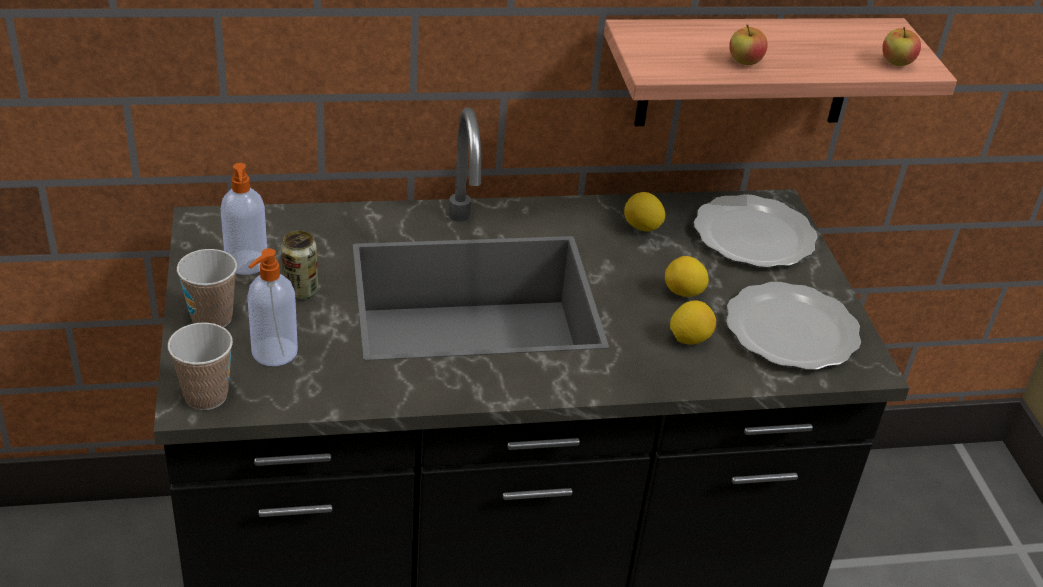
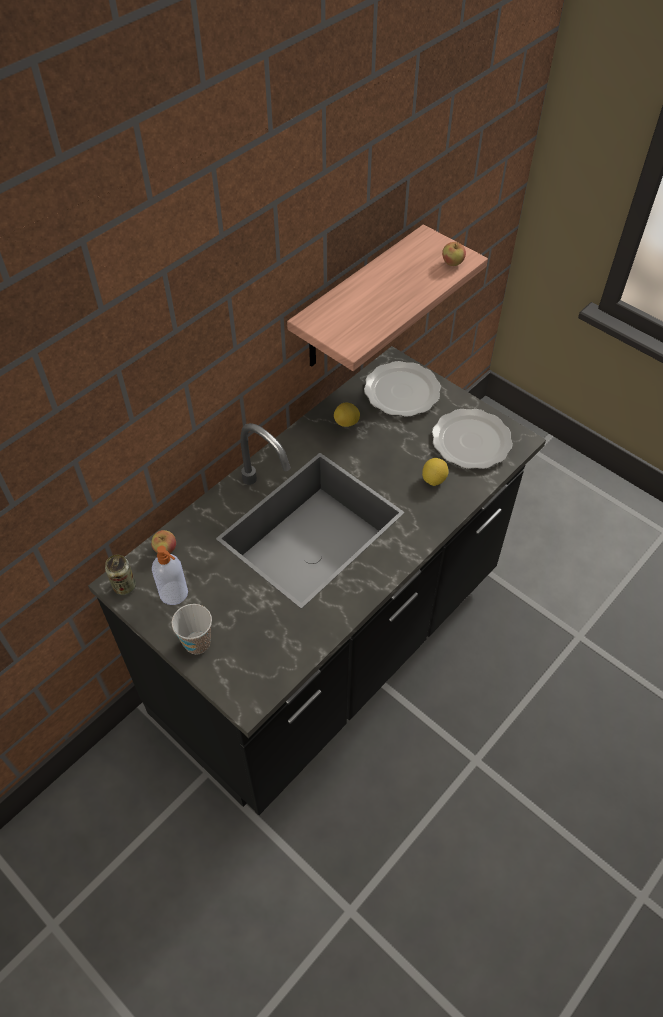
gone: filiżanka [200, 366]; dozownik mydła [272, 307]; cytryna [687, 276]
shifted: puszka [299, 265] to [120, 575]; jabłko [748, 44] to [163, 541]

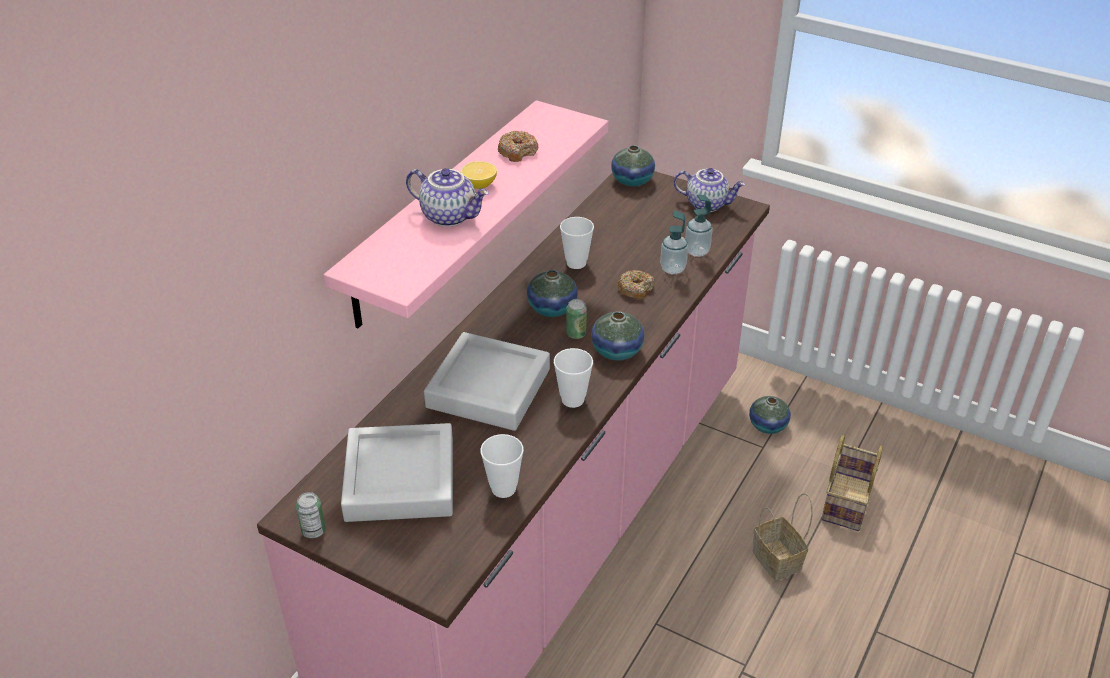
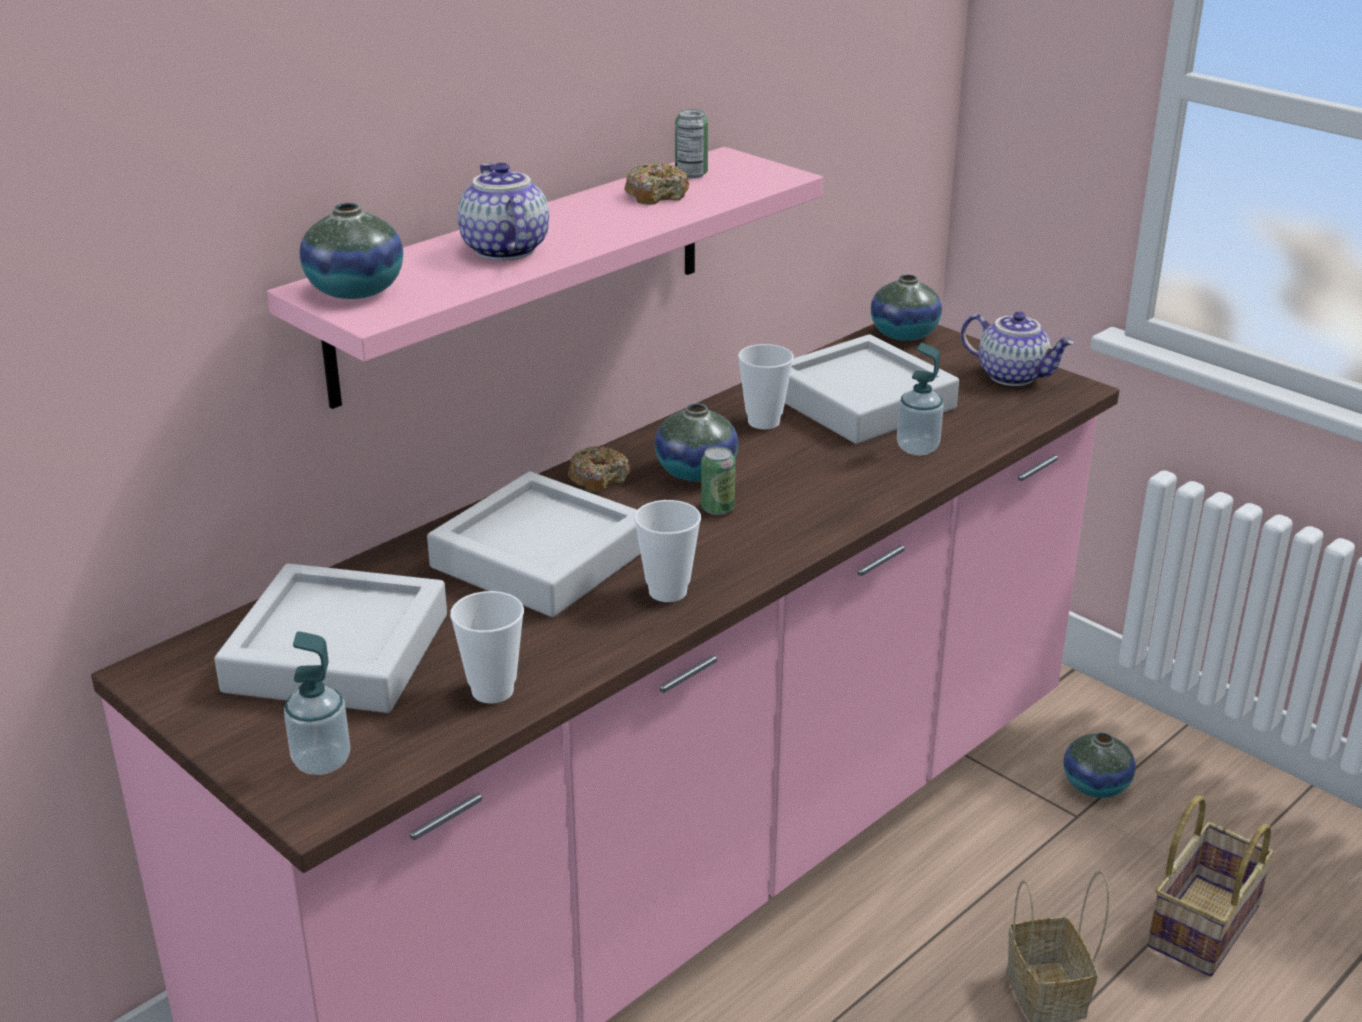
gone: cytryna [479, 175]
new: taca [szary] [872, 389]
shifted: puszka [311, 515] to [691, 143]; wazon [617, 335] to [351, 251]; donut [636, 285] to [599, 469]; dozownik mydła [699, 225] to [317, 703]
rotated: imbryk [447, 197] = [503, 211] 150 degrees counterclockwise

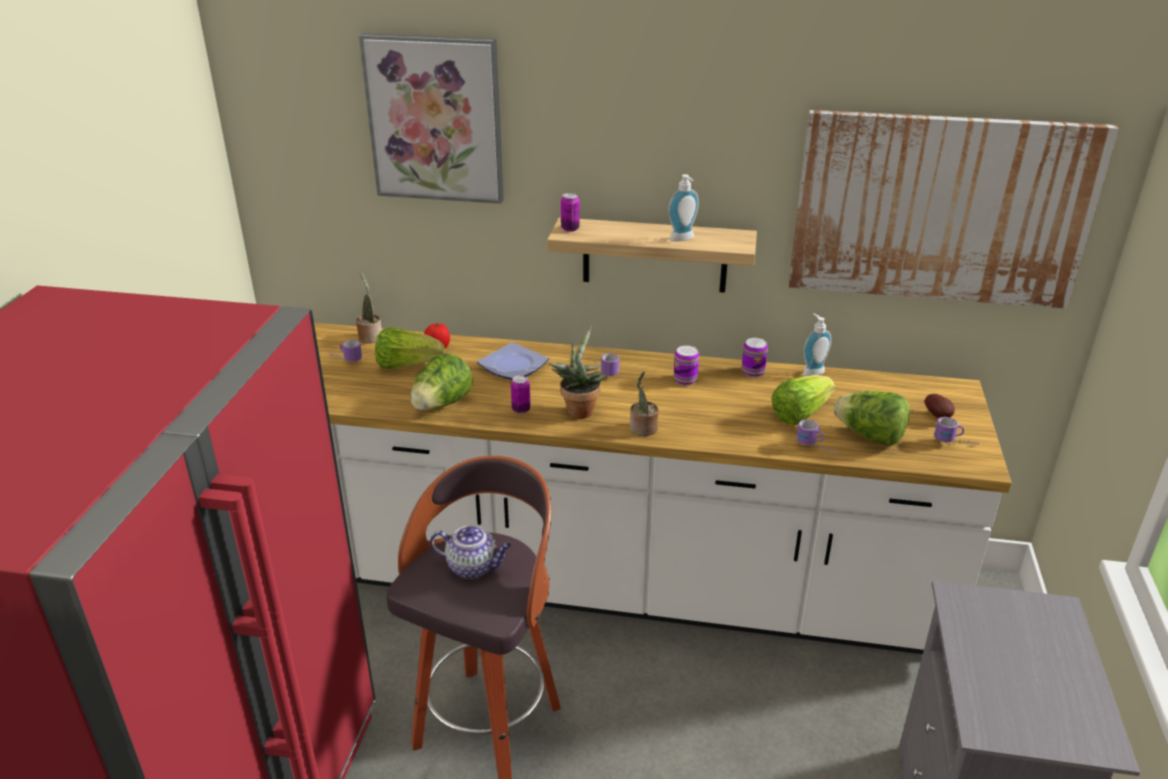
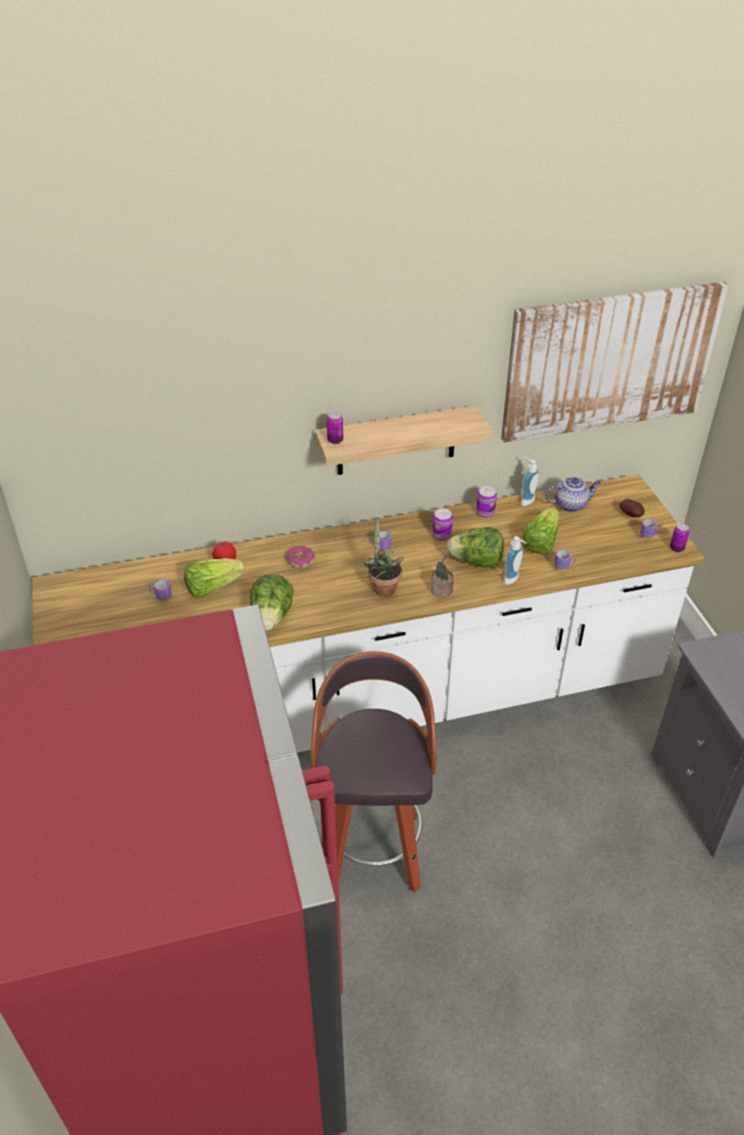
gone: roślina doniczkowa [369, 308]; obraz [431, 118]
shifted: imbryk [470, 552] to [573, 494]; puszka [521, 394] to [680, 537]; dozownik mydła [683, 208] to [515, 560]; sałata [872, 418] to [475, 547]
swapped: talerz [513, 361] to donut [300, 556]

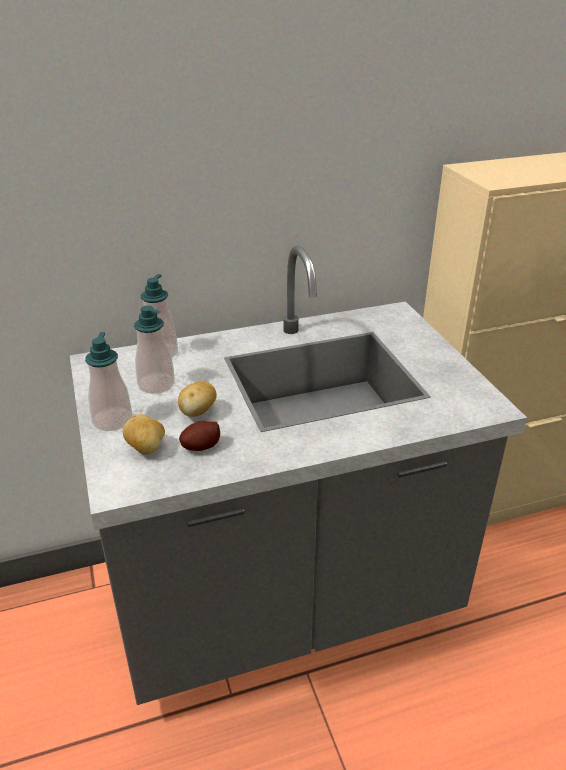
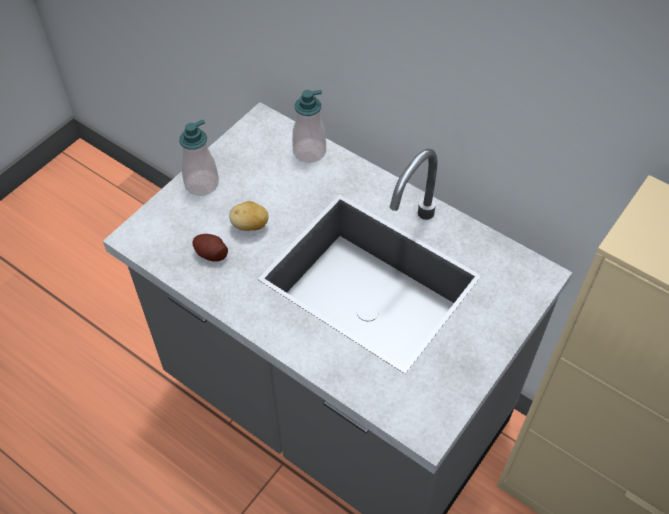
gone: ziemniak [144, 434]; dozownik mydła [154, 349]

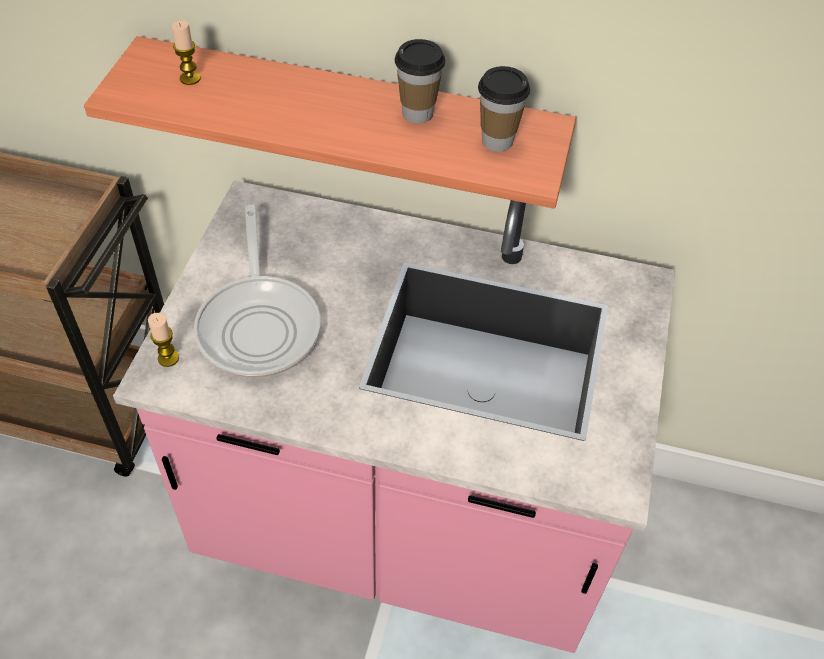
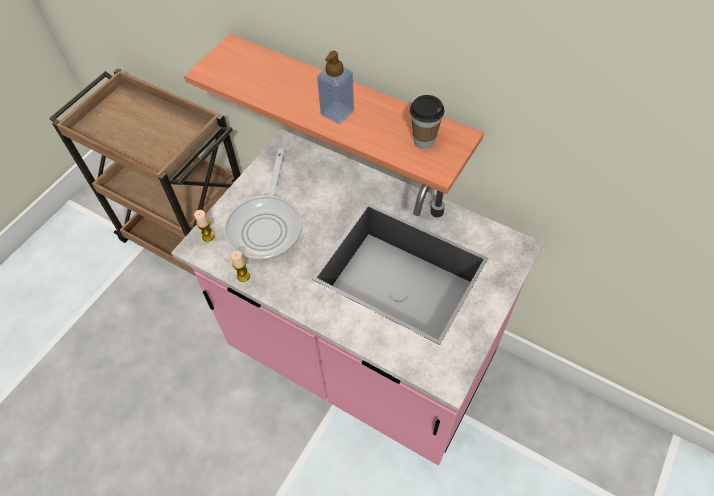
gone: filiżanka [420, 81]
new: dozownik mydła [335, 87]
shifted: świeca [186, 52] to [240, 266]

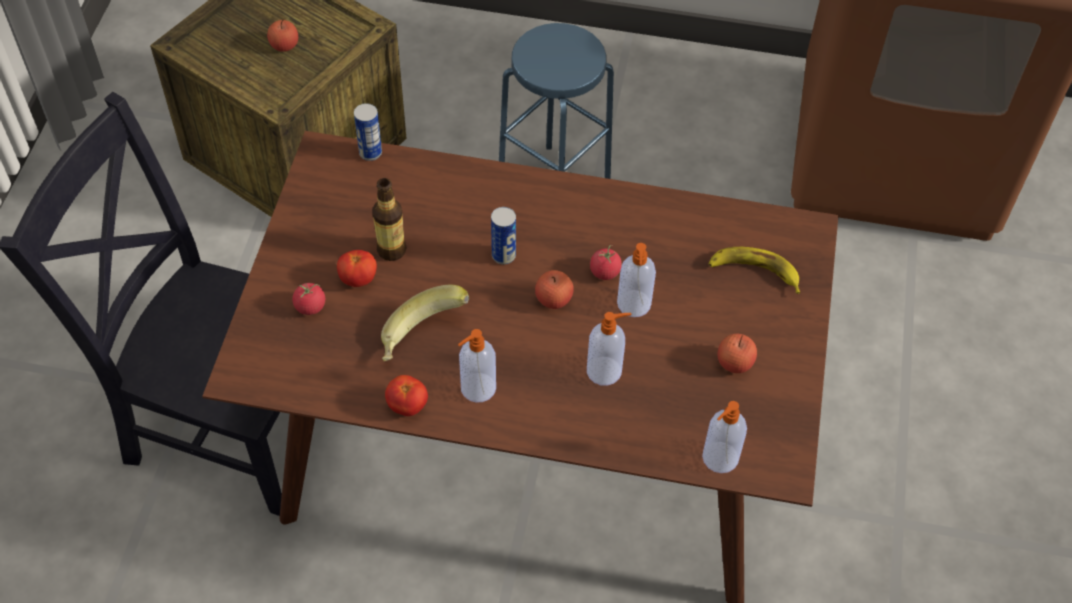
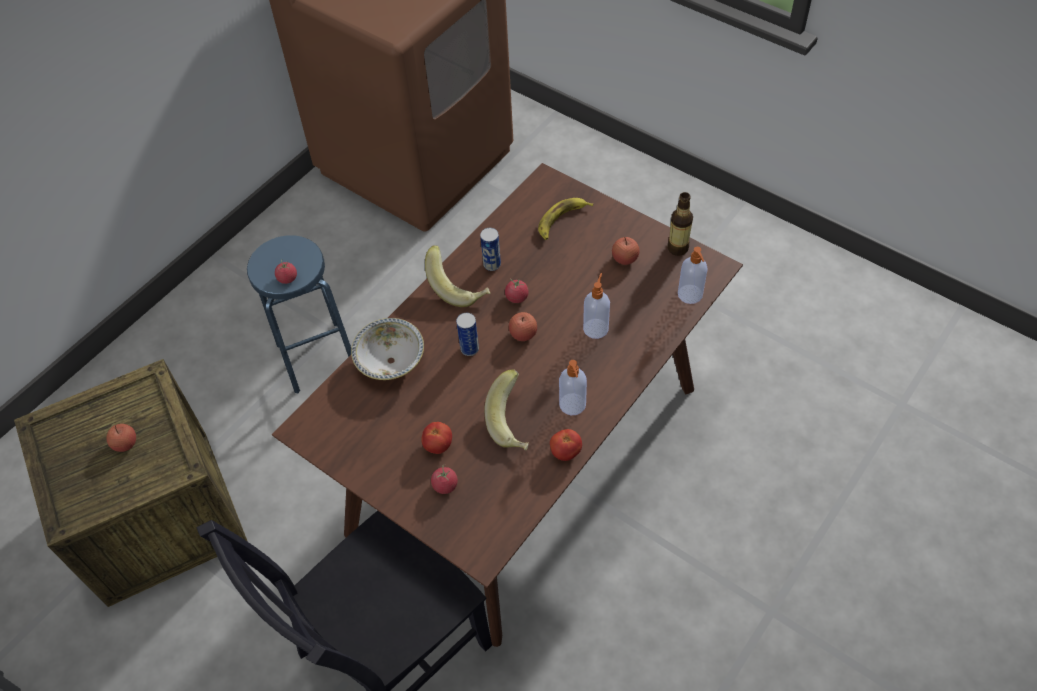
gone: dozownik mydła [636, 280]
new: pomidor [286, 271]; miska [387, 349]; banan [457, 276]
shifted: puszka [368, 132] to [490, 249]; butelka [389, 219] to [680, 224]

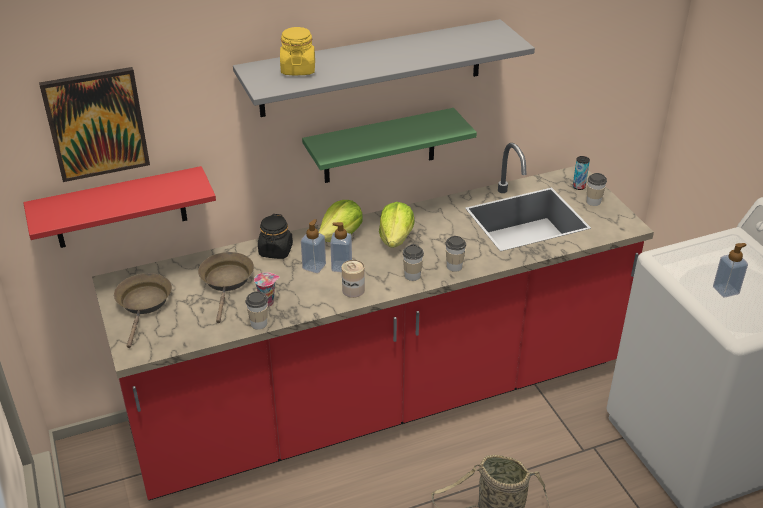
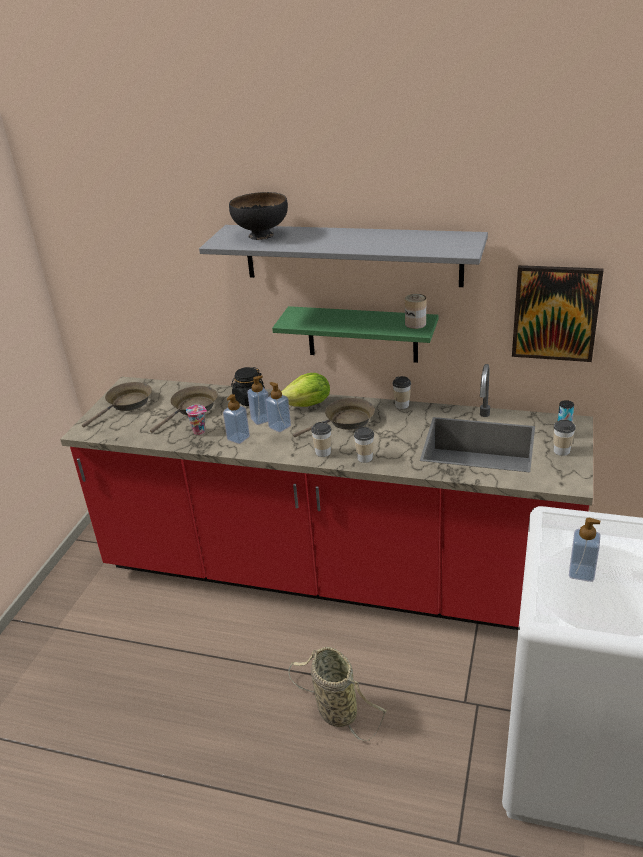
gone: półka [czerwony] [119, 207]
new: dozownik mydła [236, 419]
shifted: obraz [94, 124] to [557, 313]; filiżanka [256, 310] to [401, 392]; puszka [353, 279] to [415, 311]
swapped: słoik [żółty] [297, 51] to miska [czarny] [258, 216]; sałata [397, 225] to patelnia [brązowy] [334, 418]

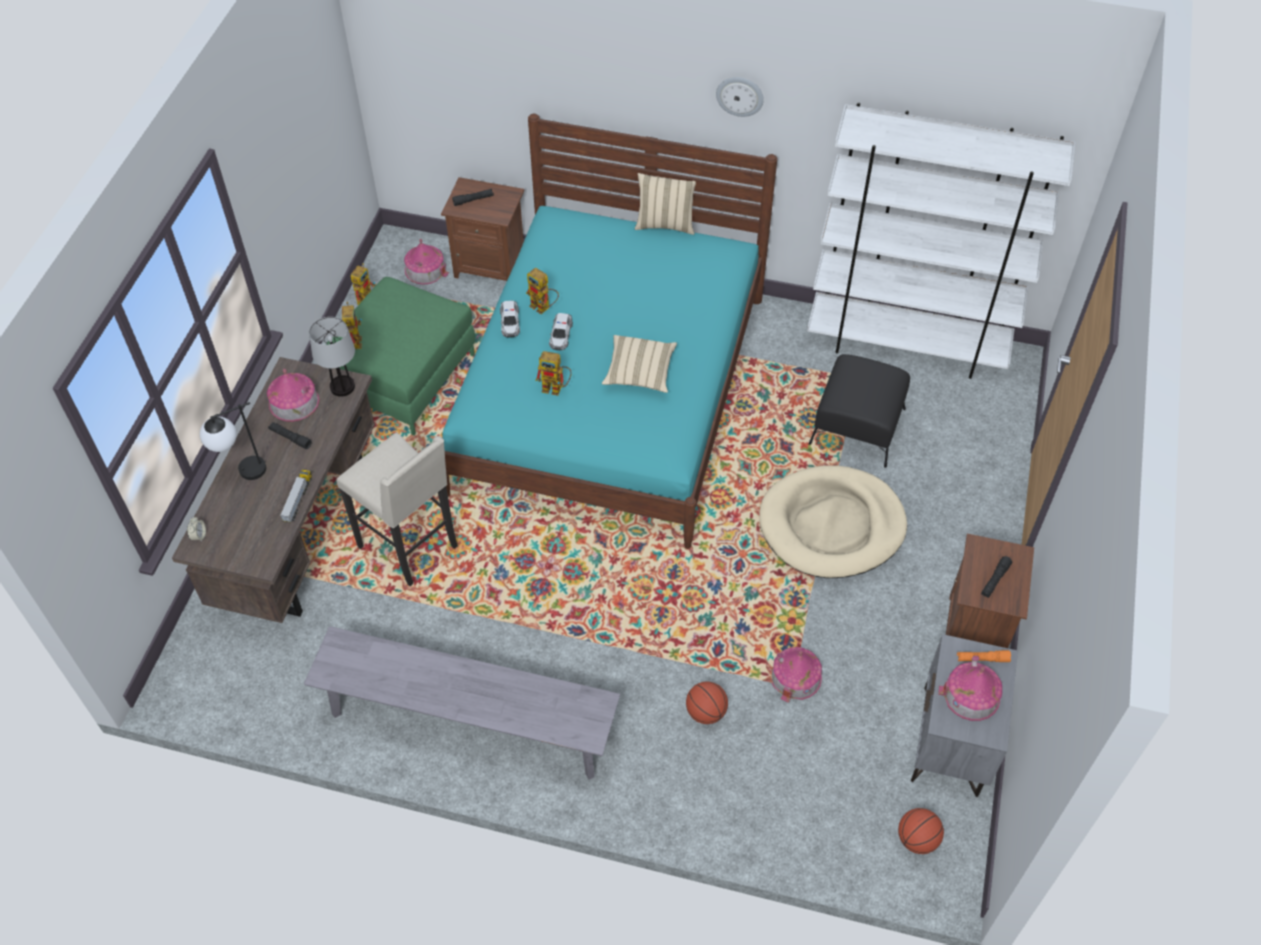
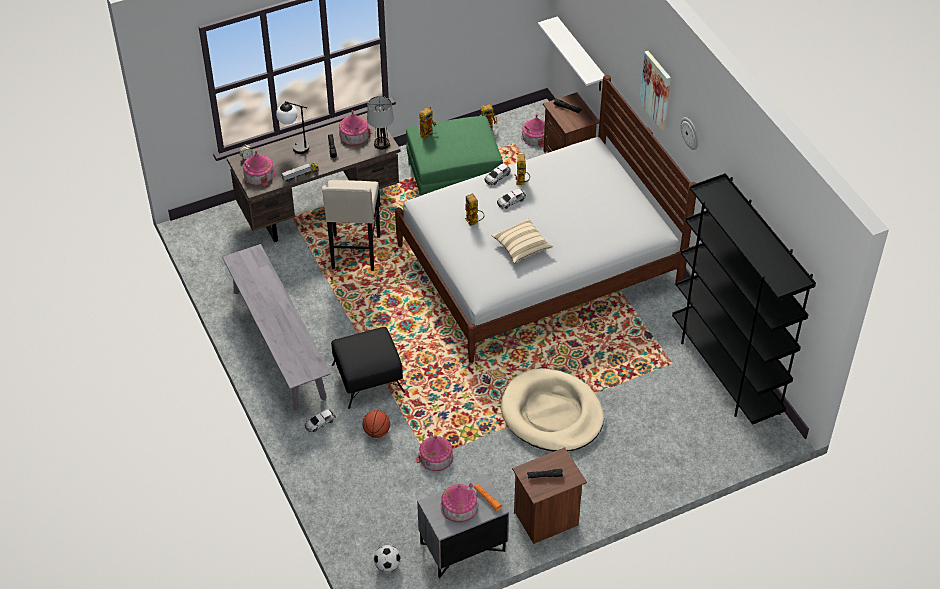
gone: poduszka [beżowy] [666, 204]
new: domek [259, 168]; samochodzik [320, 420]; półka [biały] [571, 53]; obraz [655, 90]
shifted: pufa [czarny] [859, 411] to [368, 368]
swapped: piłka do koszykówki [921, 831] to piłka futbolowa [387, 558]
repainted: łóżko [turkusowy] [609, 331] to łóżko [biały] [545, 219]; regał [biały] [941, 241] to regał [czarny] [744, 299]

